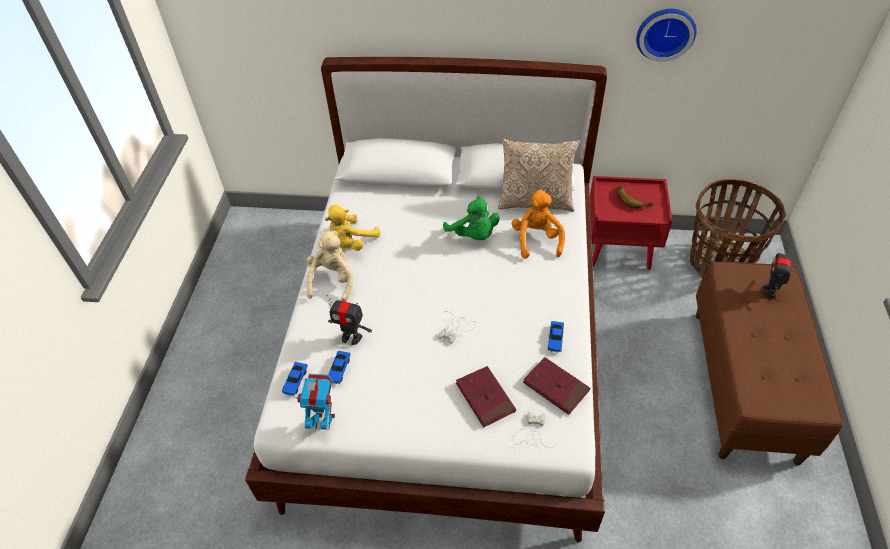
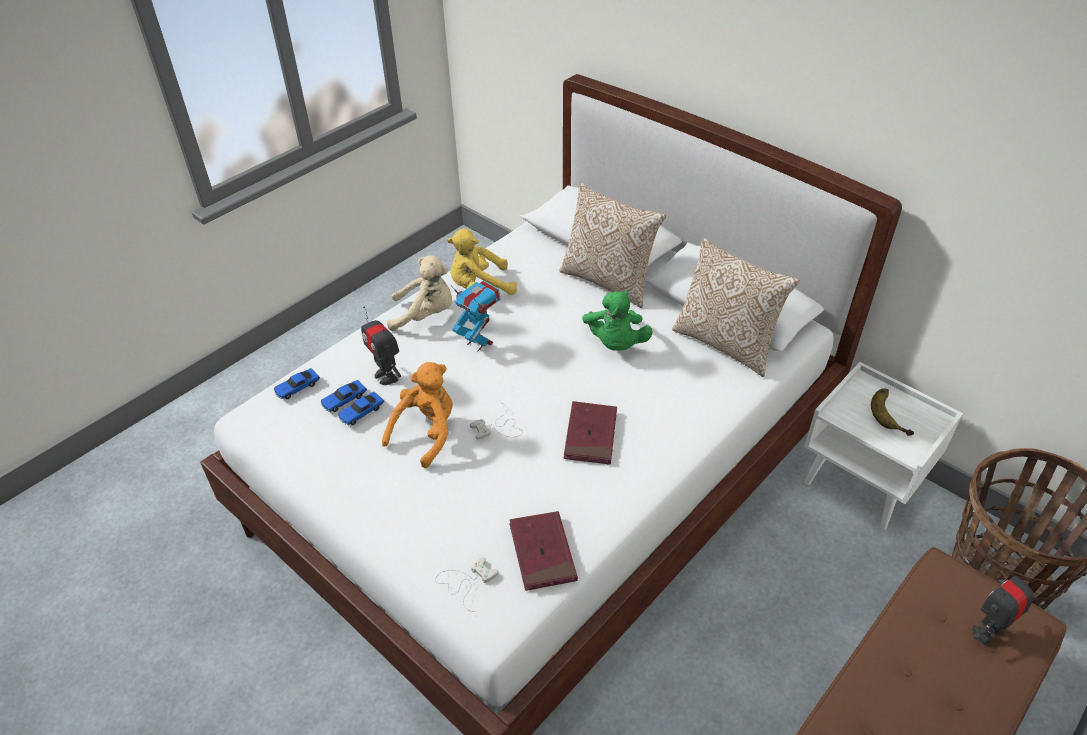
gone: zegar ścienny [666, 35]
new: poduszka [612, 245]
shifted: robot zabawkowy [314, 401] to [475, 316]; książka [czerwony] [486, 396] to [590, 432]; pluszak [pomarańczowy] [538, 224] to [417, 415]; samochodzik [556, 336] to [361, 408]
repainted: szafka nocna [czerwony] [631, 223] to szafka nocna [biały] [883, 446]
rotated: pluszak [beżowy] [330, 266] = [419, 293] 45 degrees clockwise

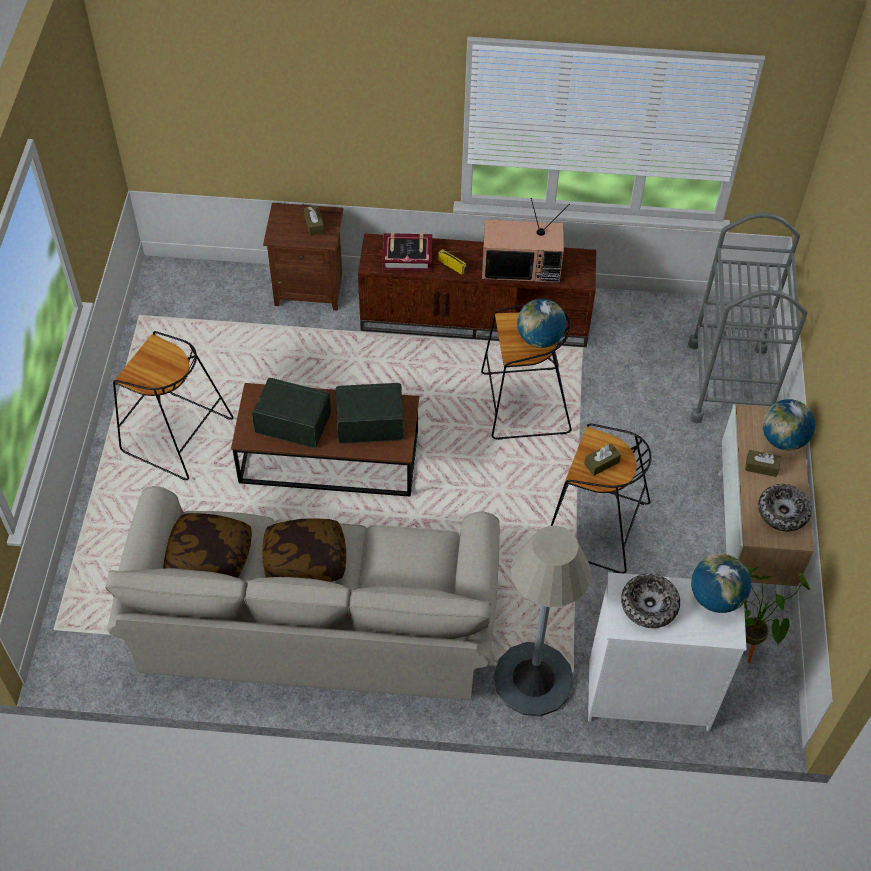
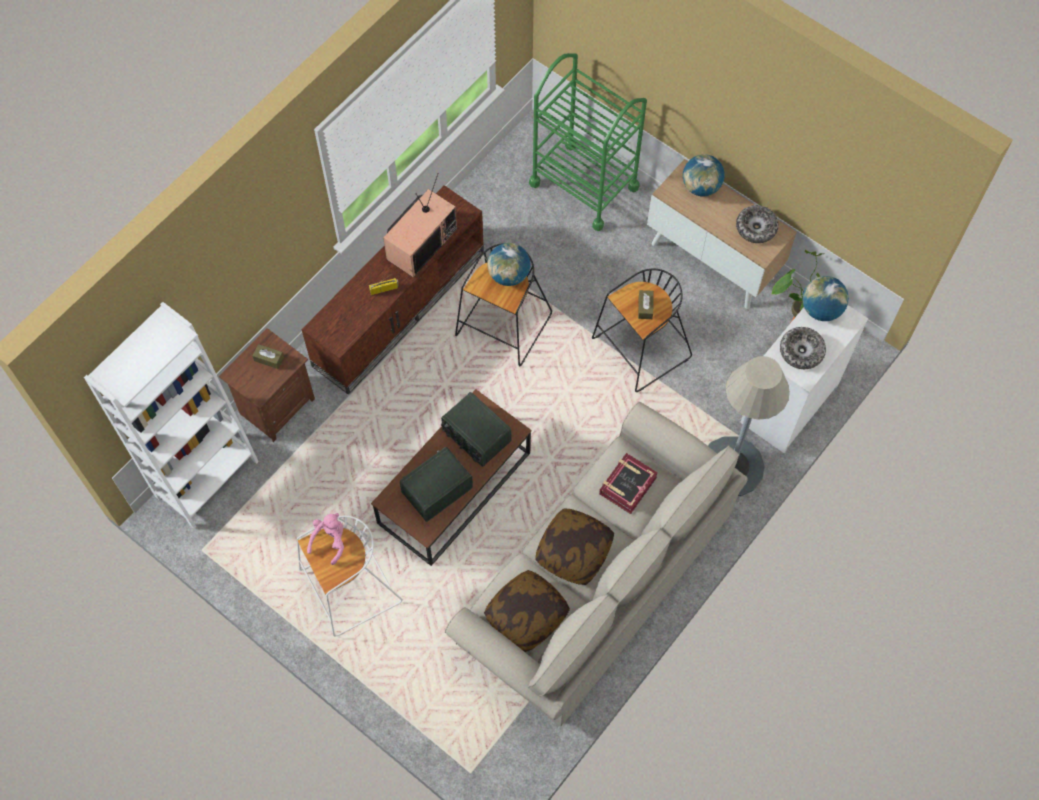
gone: pudełko chusteczek [brązowy] [763, 463]
new: regał [biały] [171, 415]; pluszak [różowy] [325, 539]
shifted: książka [407, 251] to [628, 483]
repainted: stołek [czarny] [173, 405] to stołek [biały] [350, 576]; wózek [szary] [747, 318] to wózek [zielony] [588, 142]
rotated: radio [370, 413] = [476, 429] 75 degrees counterclockwise

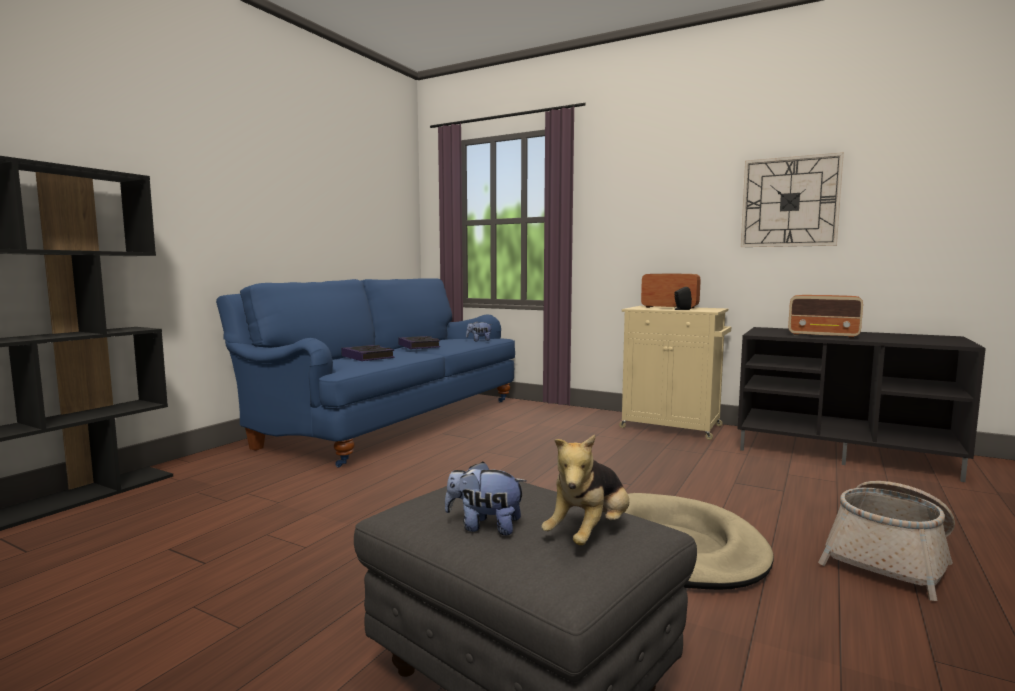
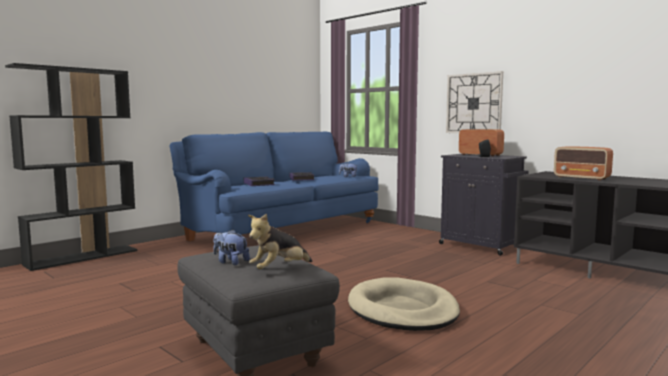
gone: koszyk [886, 541]
shifted: zegar ścienny [792, 199] to [474, 102]
repainted: szafka [beżowy] [675, 373] to szafka [czarny] [484, 205]

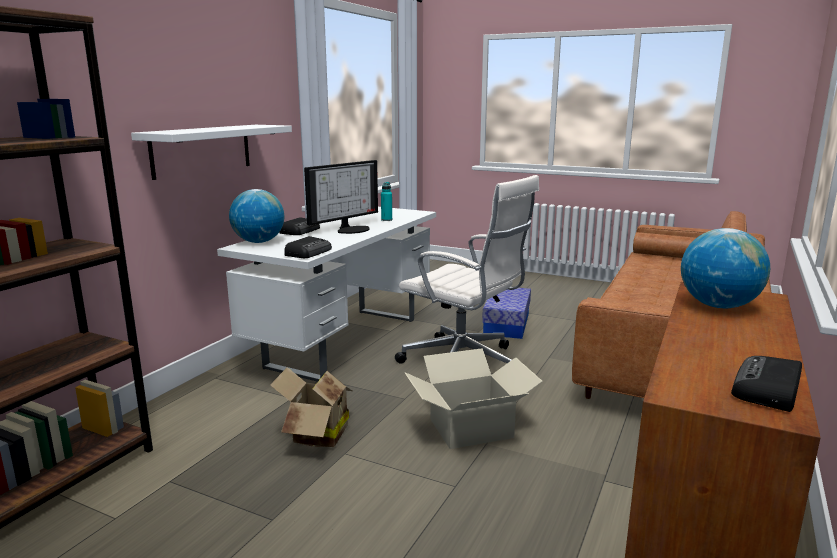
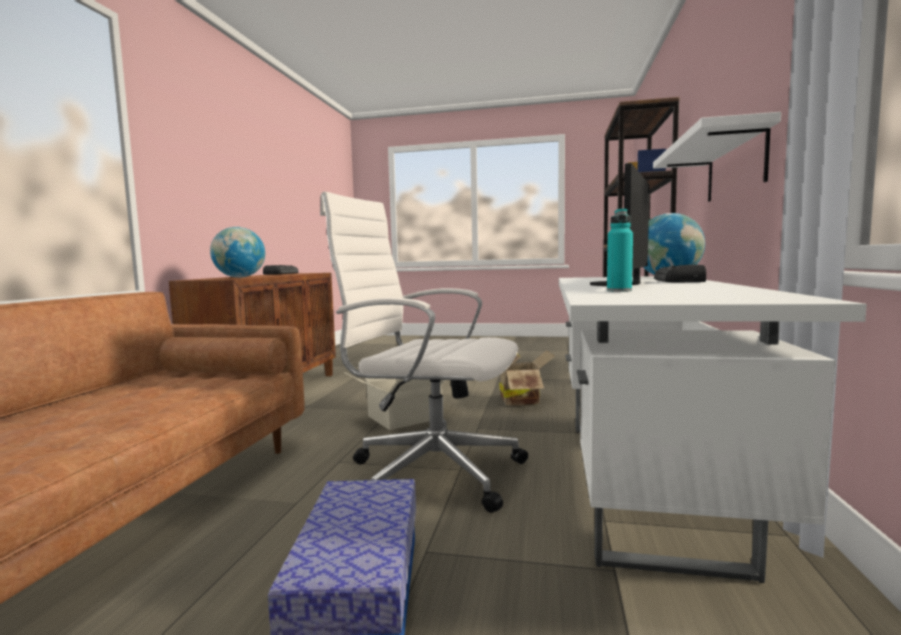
gone: radio [308, 247]

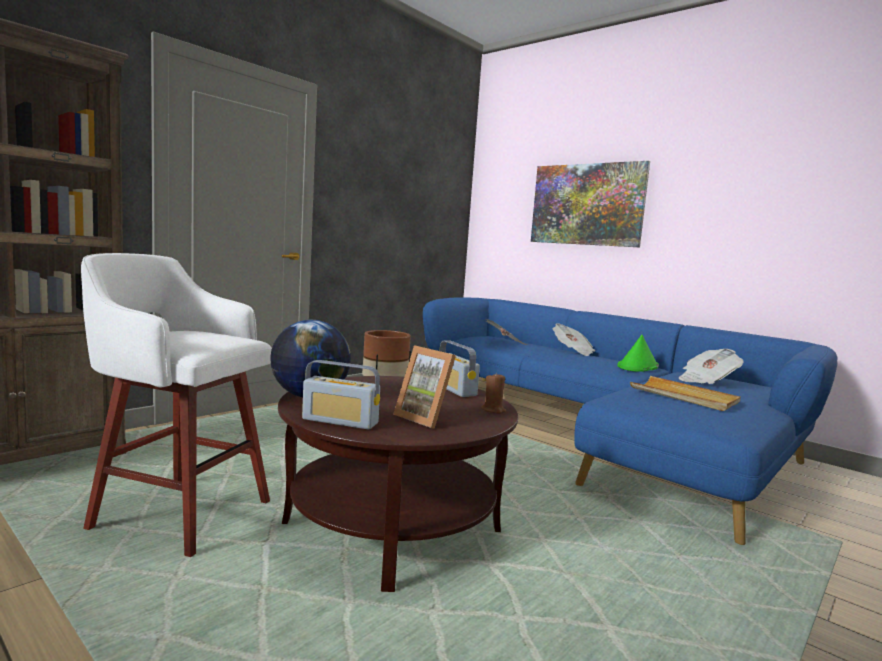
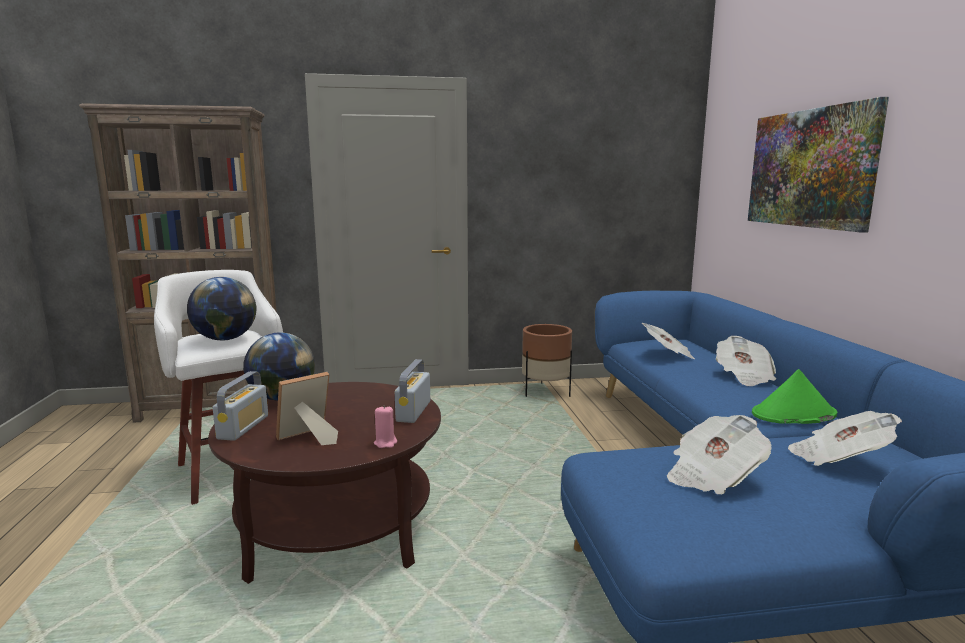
new: globus [221, 308]
swapped: taca [beżowy] [685, 393] to gazeta [719, 454]
repainted: świeca [brązowy] [493, 393] to świeca [różowy] [385, 426]
rotated: radio [341, 394] = [240, 406] 135 degrees counterclockwise; ramka na zdjęcie [424, 387] = [307, 408] 60 degrees clockwise

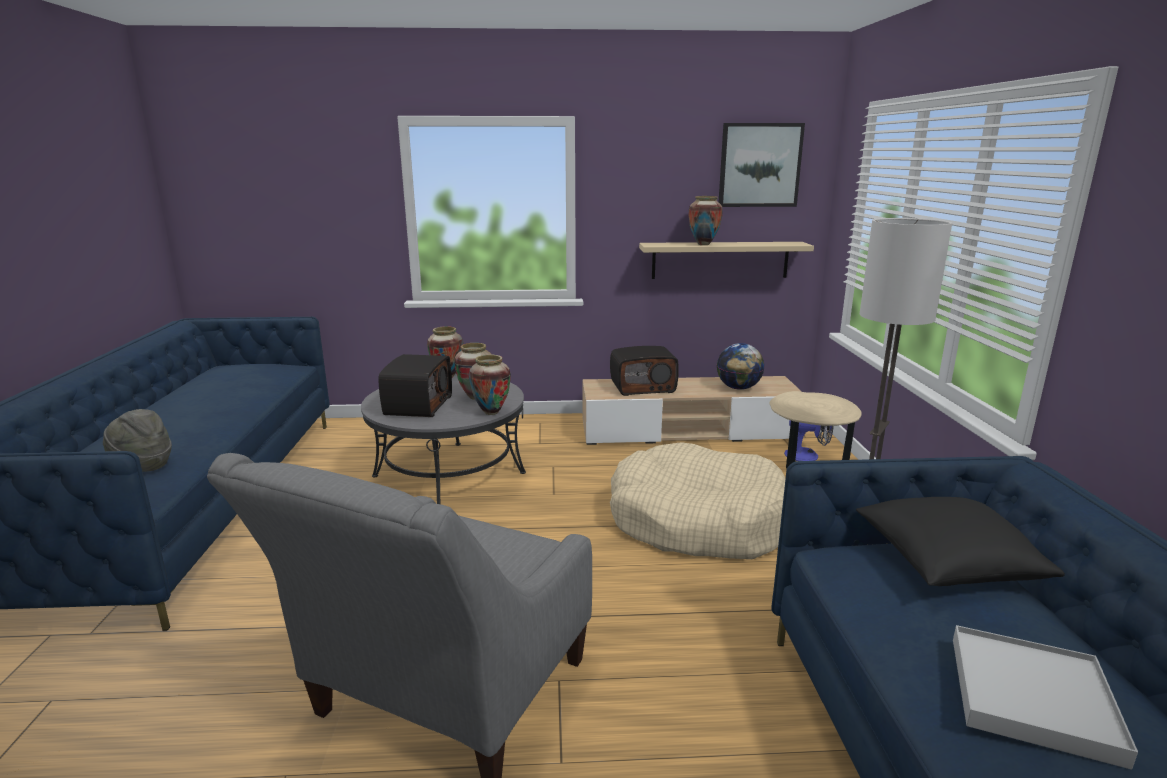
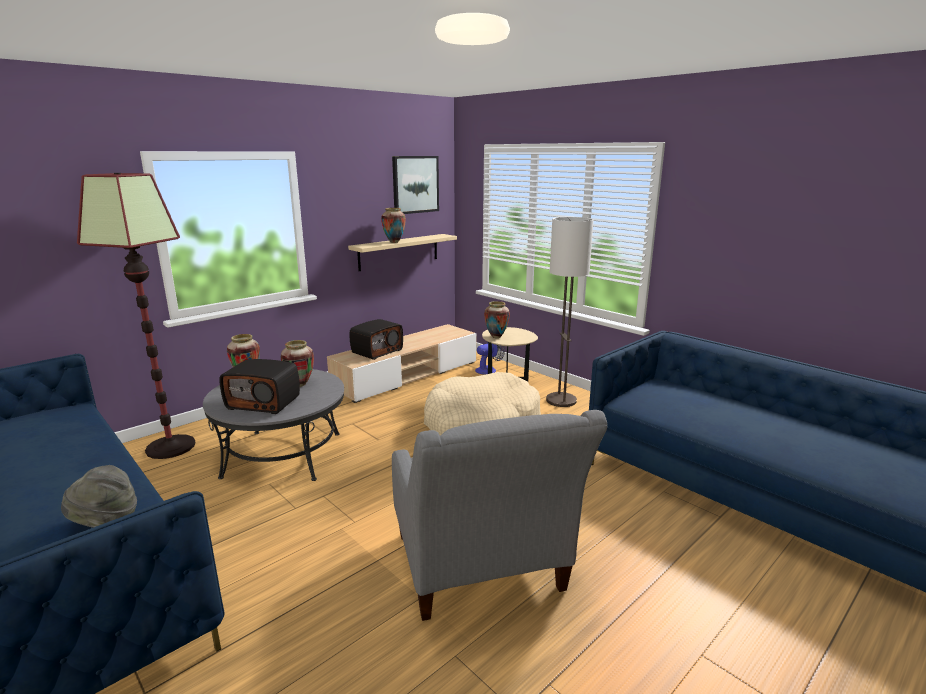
gone: globus [740, 366]; poduszka [czarny] [960, 541]; taca [biały] [1045, 697]
new: lampa stojąca [136, 316]
shifted: wazon [490, 385] to [497, 319]
rotated: radio [415, 385] = [259, 386] 135 degrees clockwise

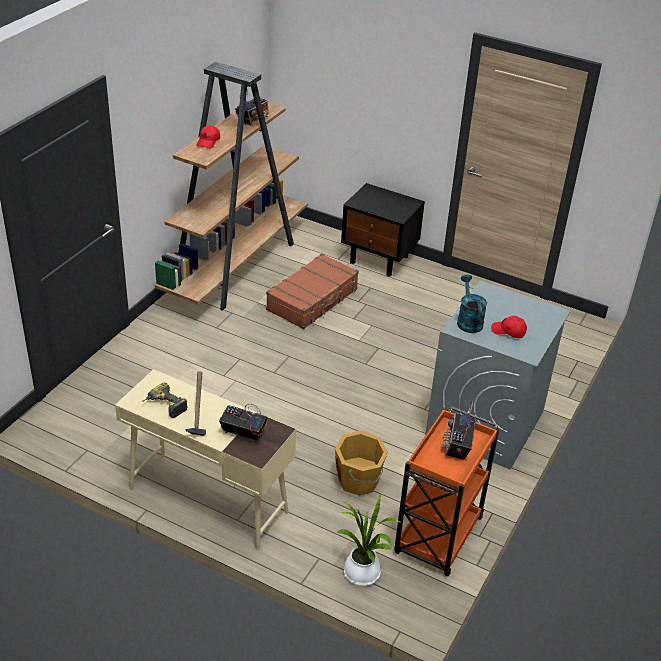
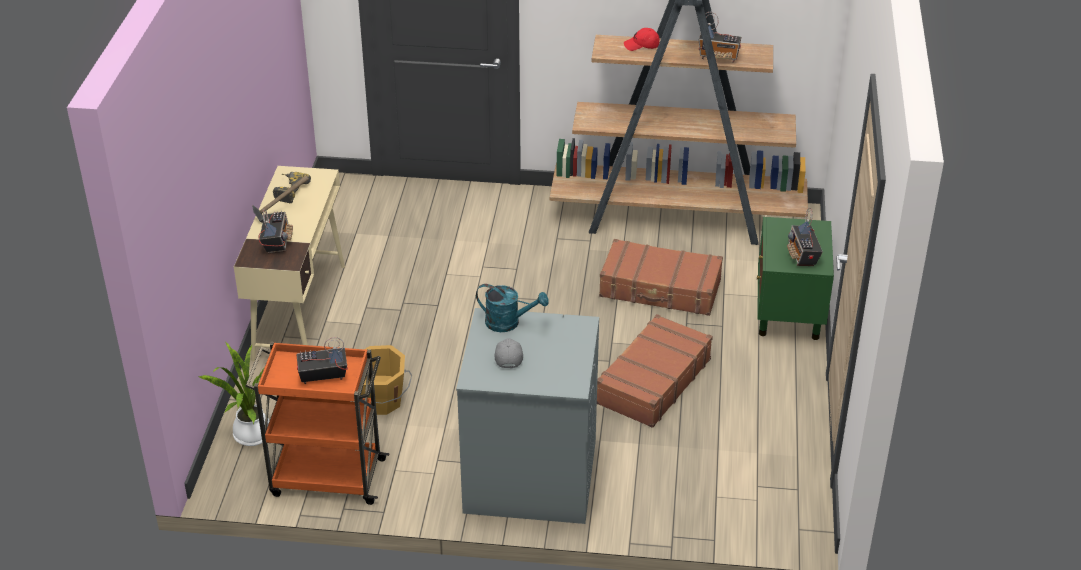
new: walizka [brązowy] [655, 371]; radio [805, 237]
repainted: szafka nocna [czarny] [383, 230] to szafka nocna [zielony] [795, 278]; czapka z daszkiem [czerwony] [509, 327] to czapka z daszkiem [szary] [509, 353]
rotated: konewka [turkusowy] [472, 303] = [512, 308] 45 degrees clockwise

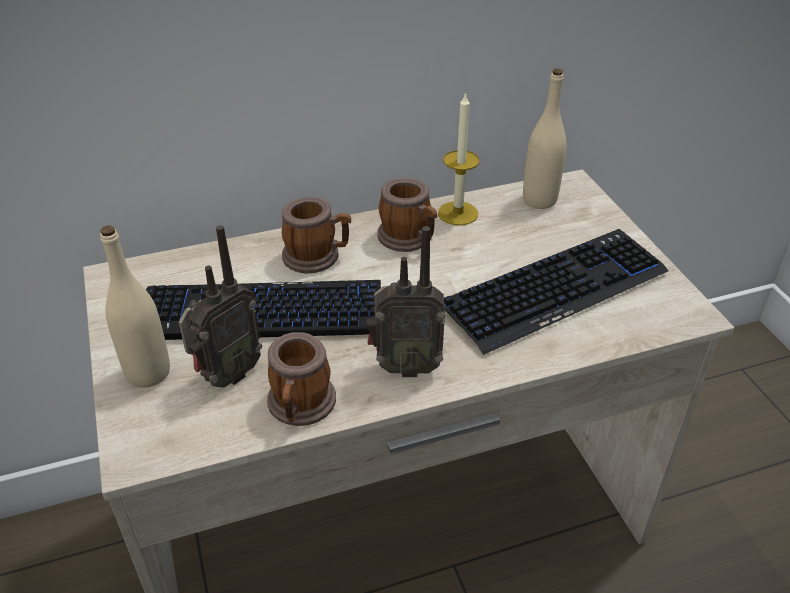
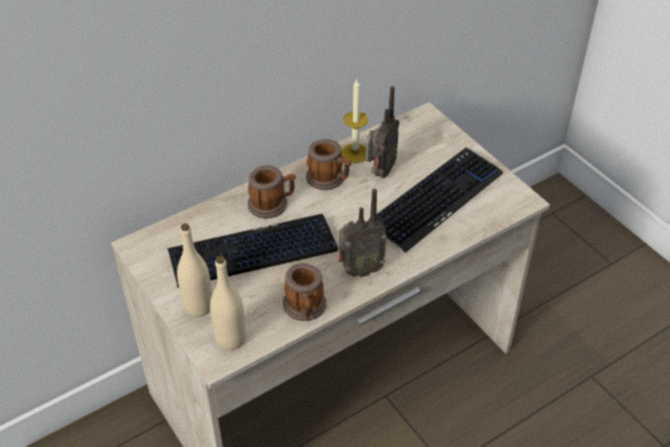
shifted: radio [220, 306] to [382, 132]; butelka [beżowy] [544, 139] to [228, 303]

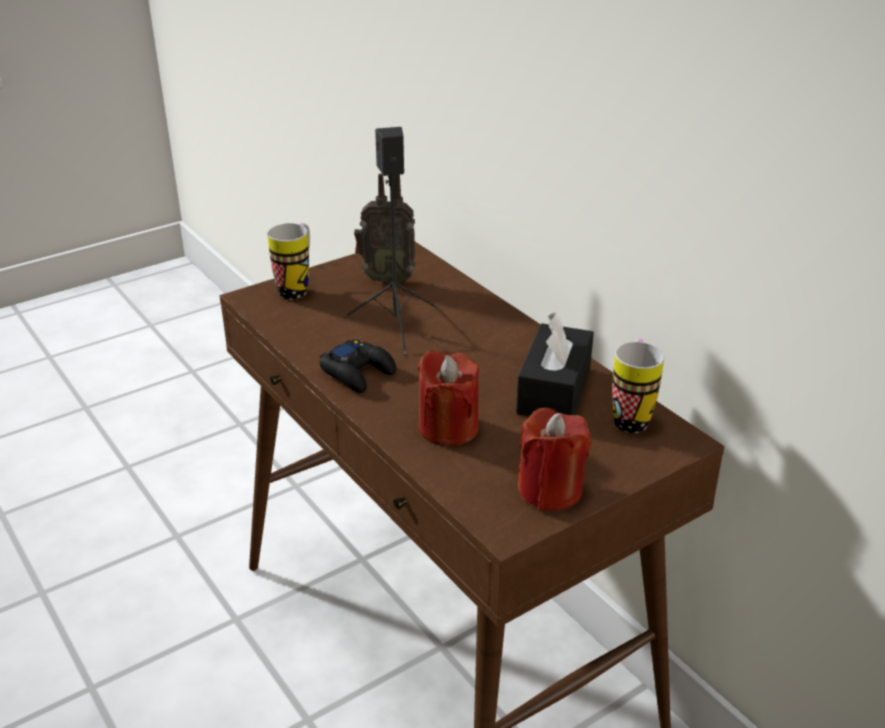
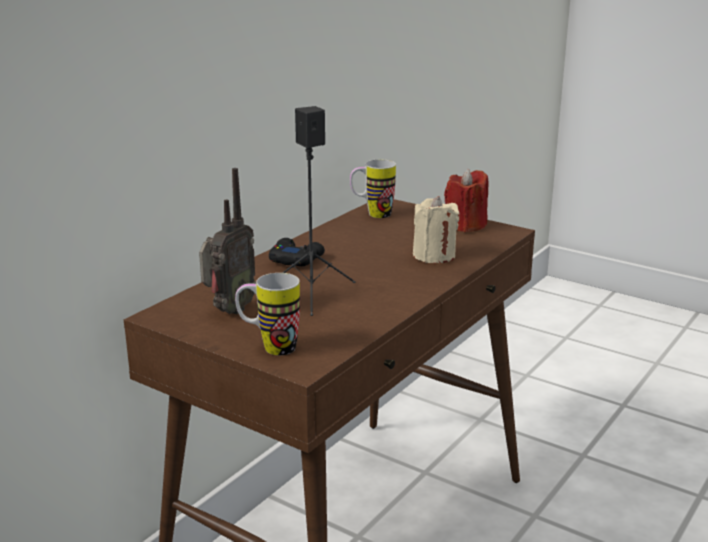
gone: pudełko chusteczek [czarny] [555, 364]
shifted: pad do gier [czarny] [357, 366] to [297, 252]
repainted: świeca [czerwony] [448, 398] to świeca [beżowy] [436, 229]
rotated: radio [385, 230] = [227, 241] 45 degrees clockwise

